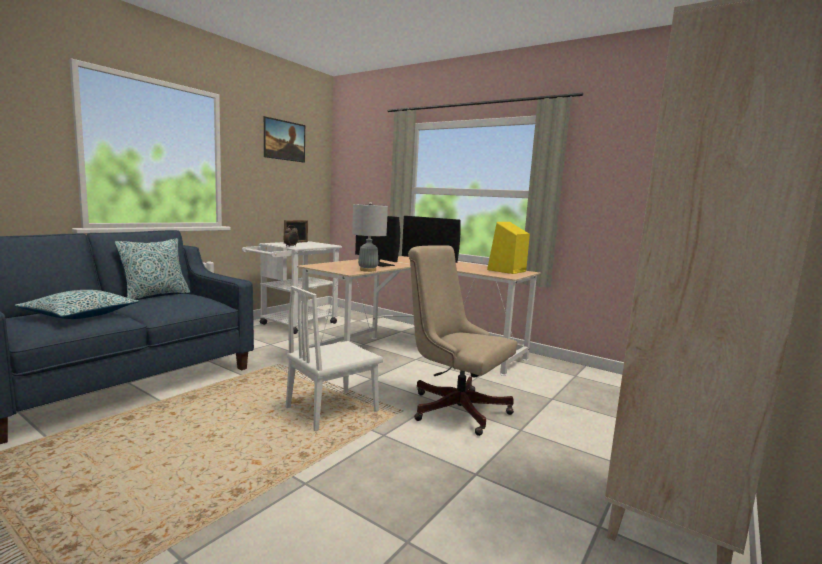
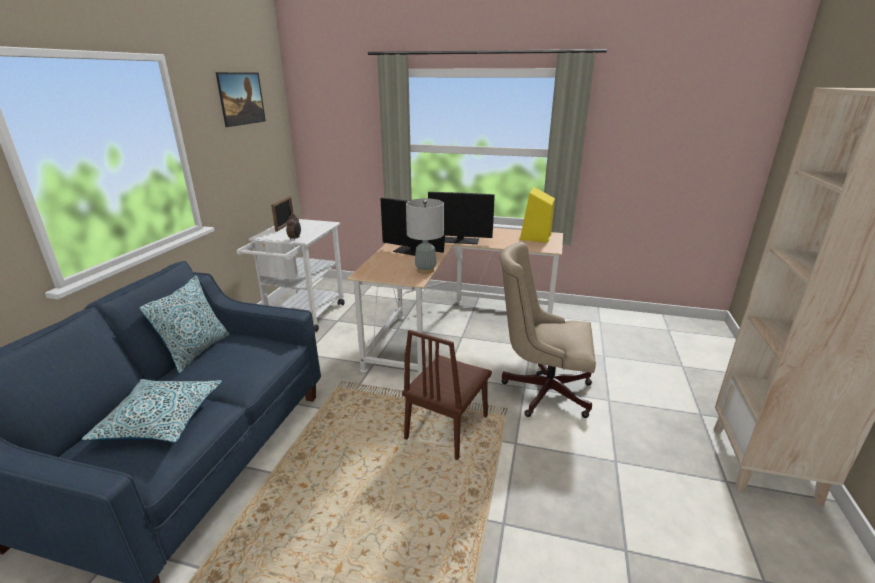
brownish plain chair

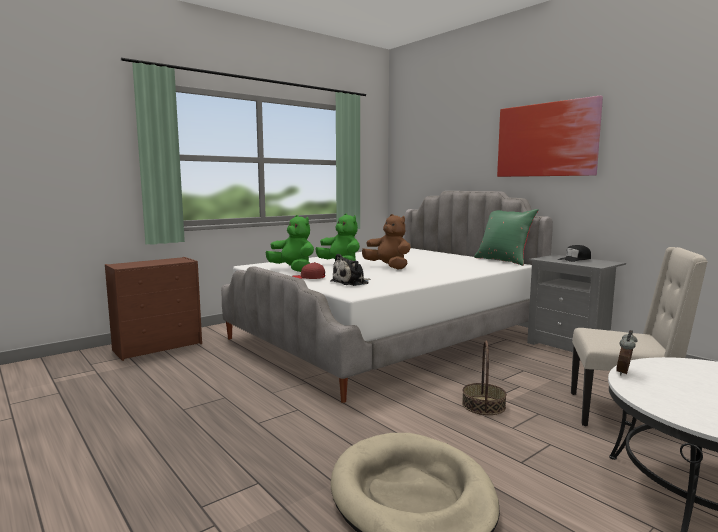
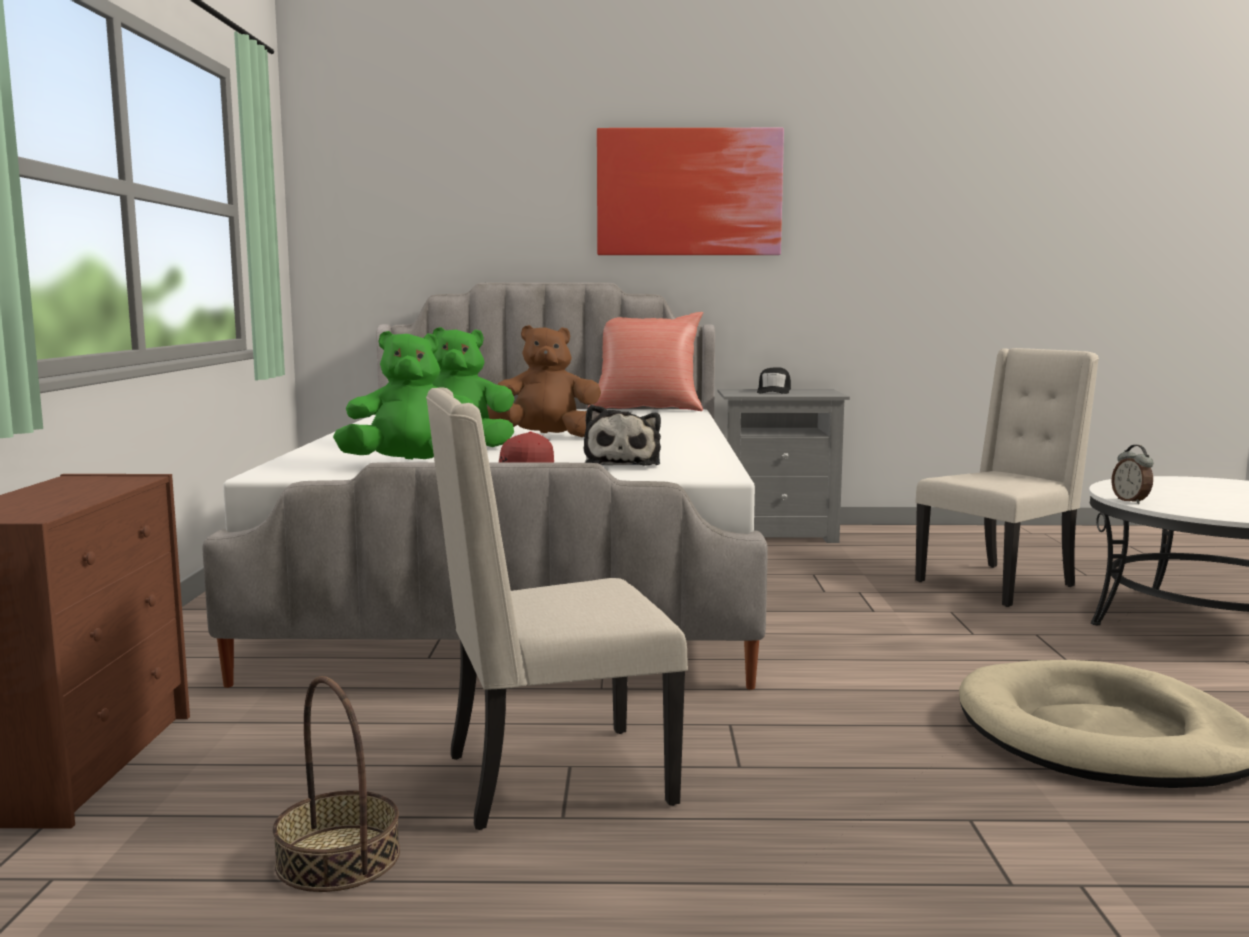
basket
beige-coloured plain chair (1st from left)
reddish cushion

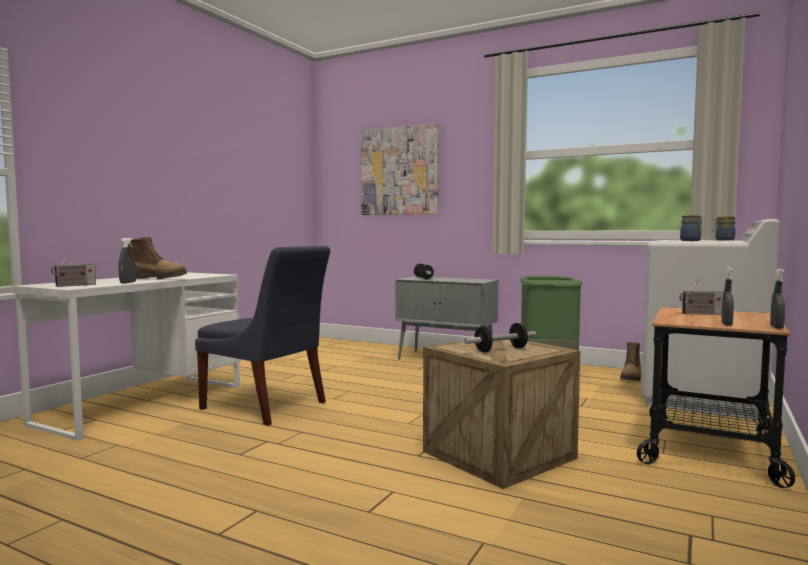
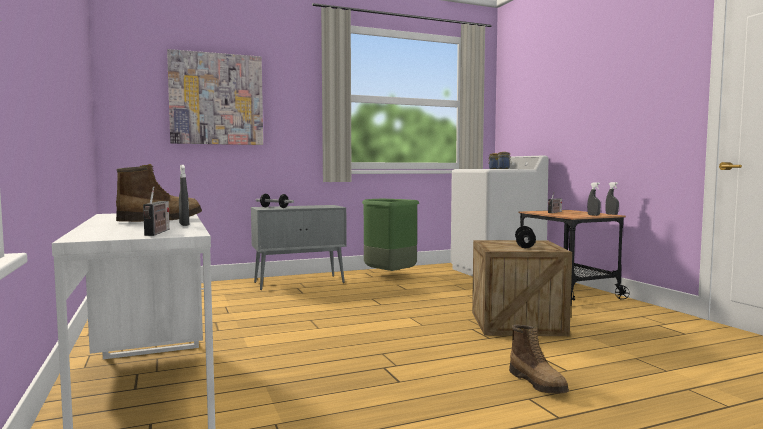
tall boot (2nd from left)
bluish plain chair

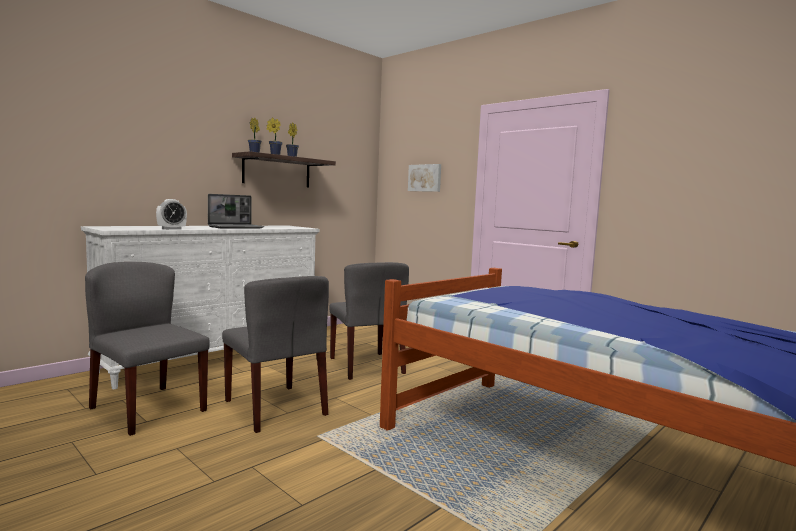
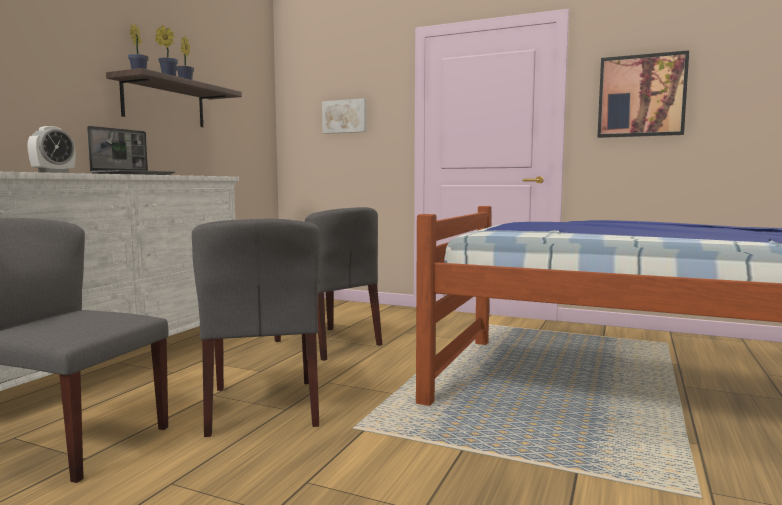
grey plain chair (2nd from left)
wall art (2nd from left)

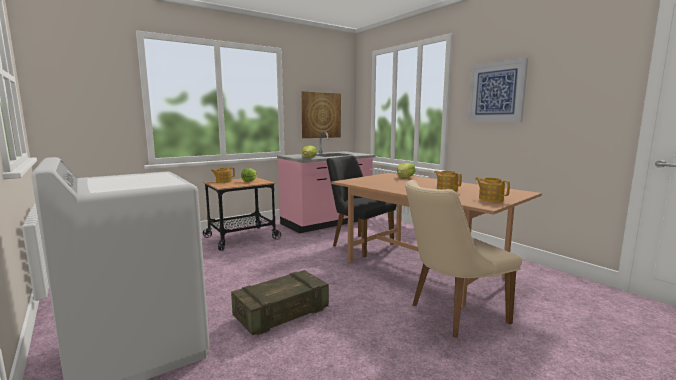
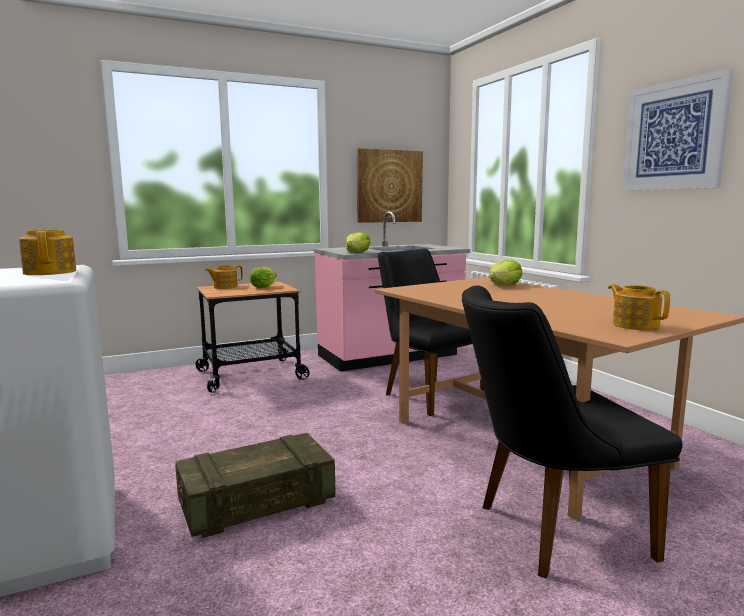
teapot (1st from left)
black-coloured plain chair (2nd from left)

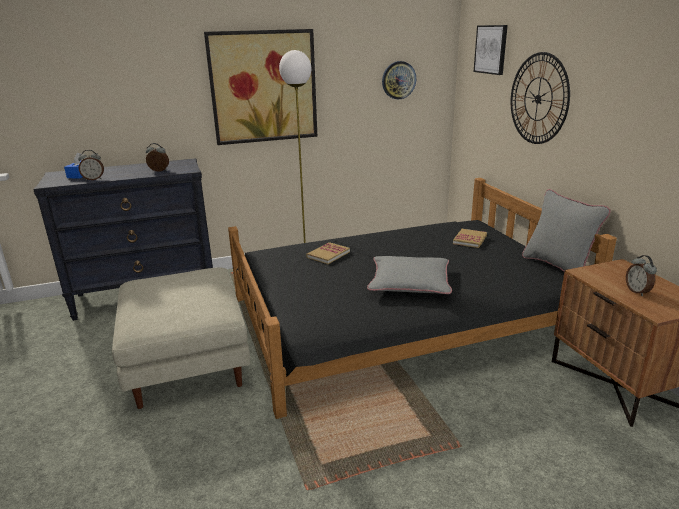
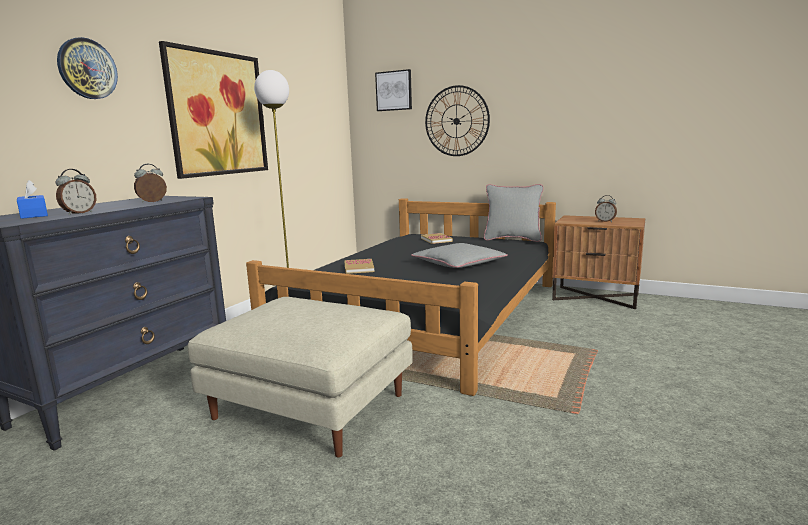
hanging clock (1st from left)

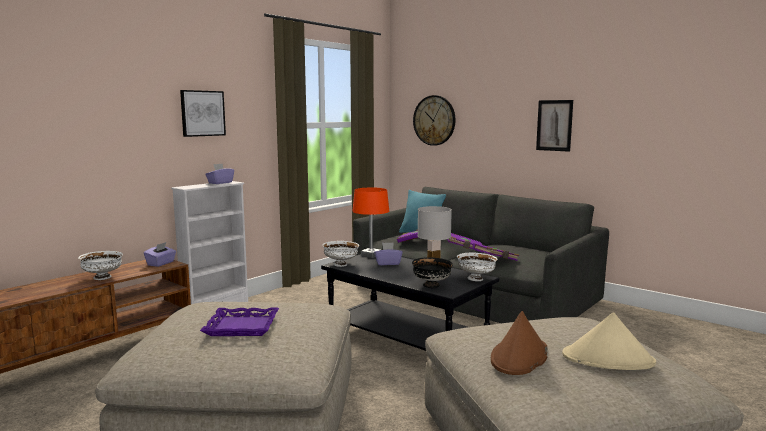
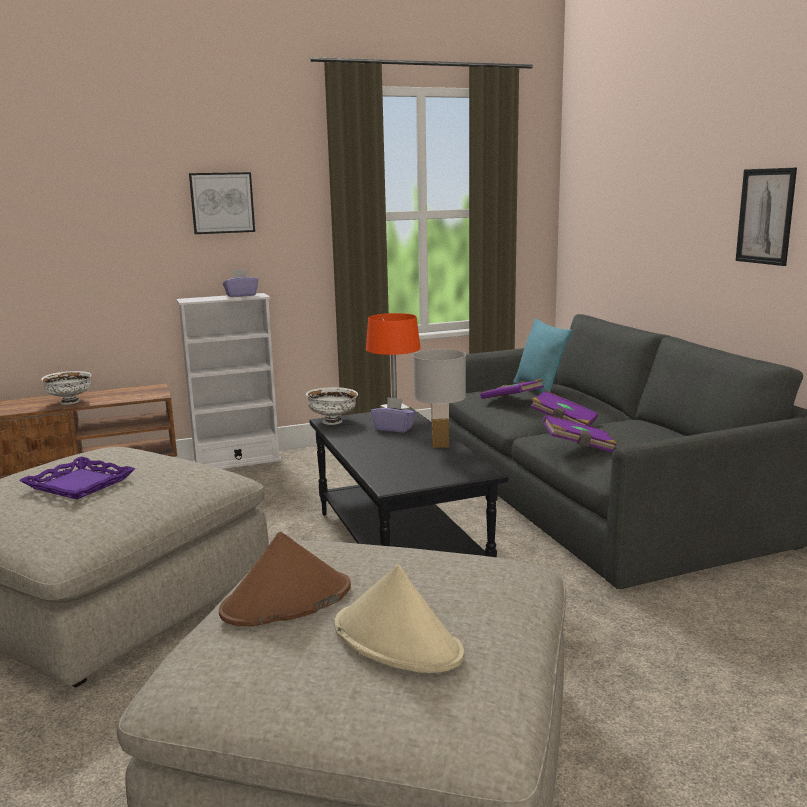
purple tissue holder (1st from left in the first image)
black-coloured serving bowl
hanging clock
white-coloured serving bowl (3rd from left in the first image)

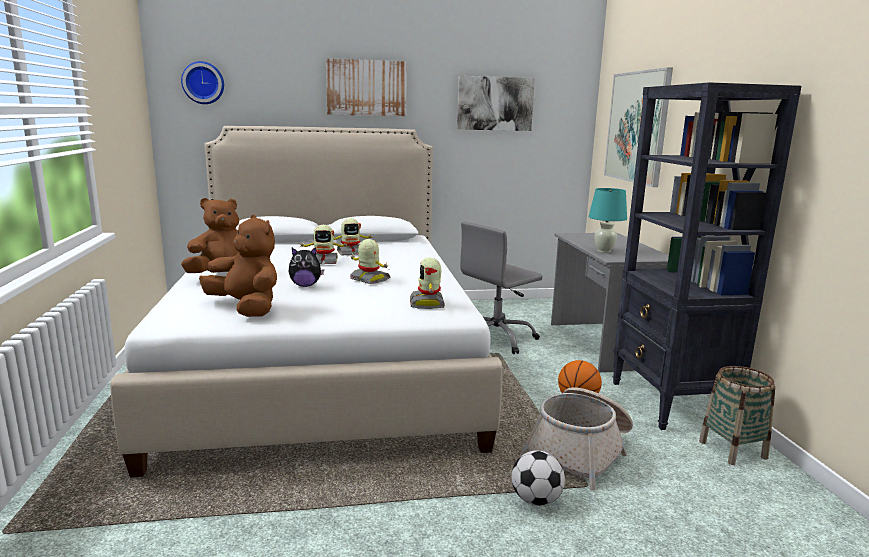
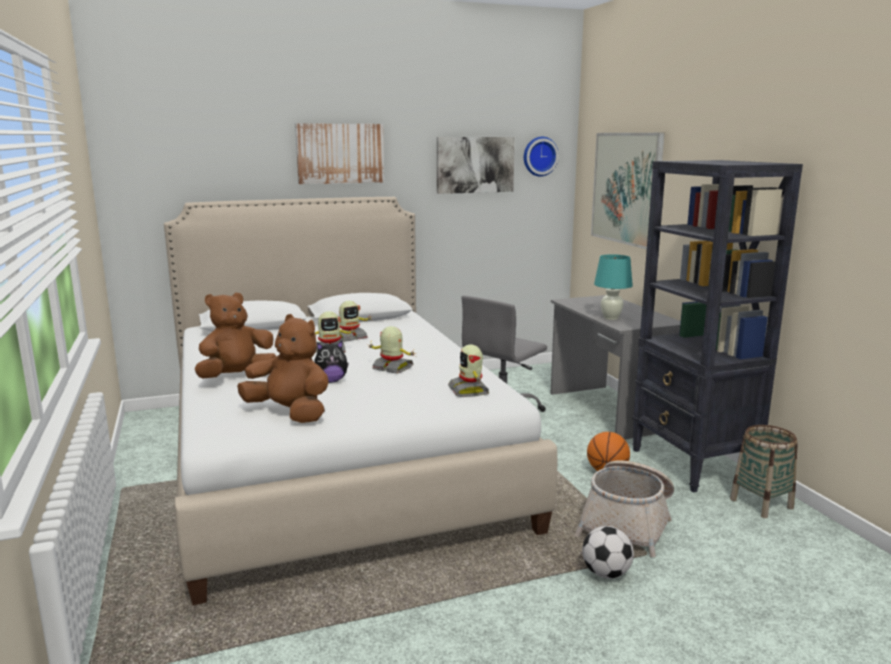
hanging clock

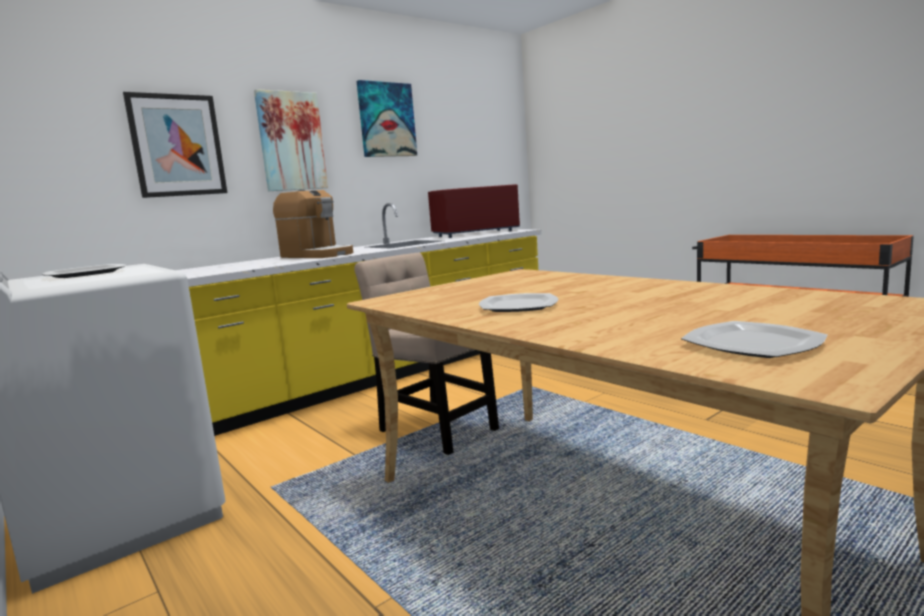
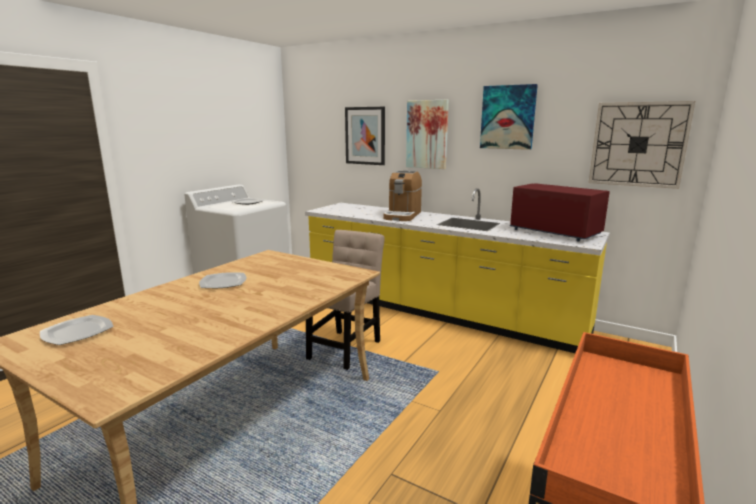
hanging clock

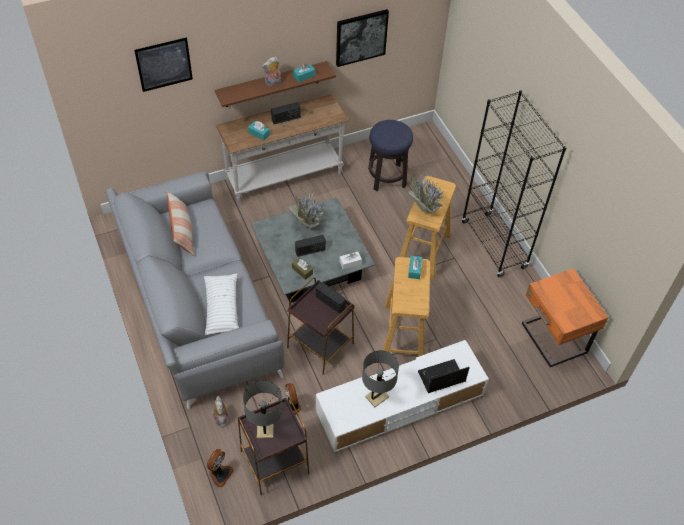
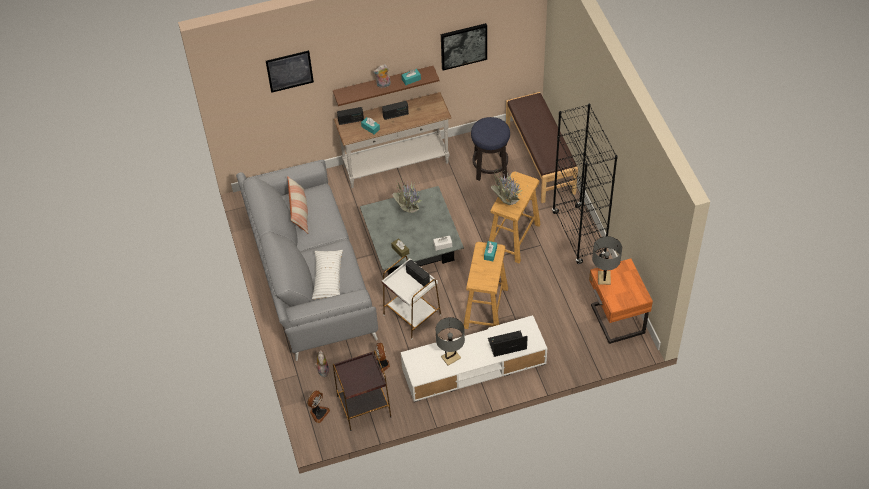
radio (1st from left)
white-coloured side table
brownish bench
grey lamp for a table (2nd from left)

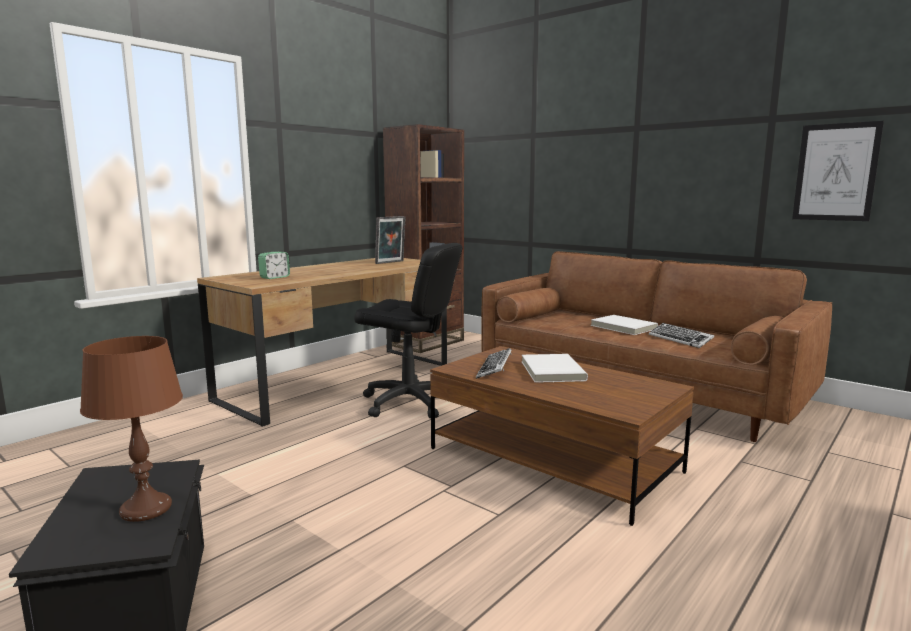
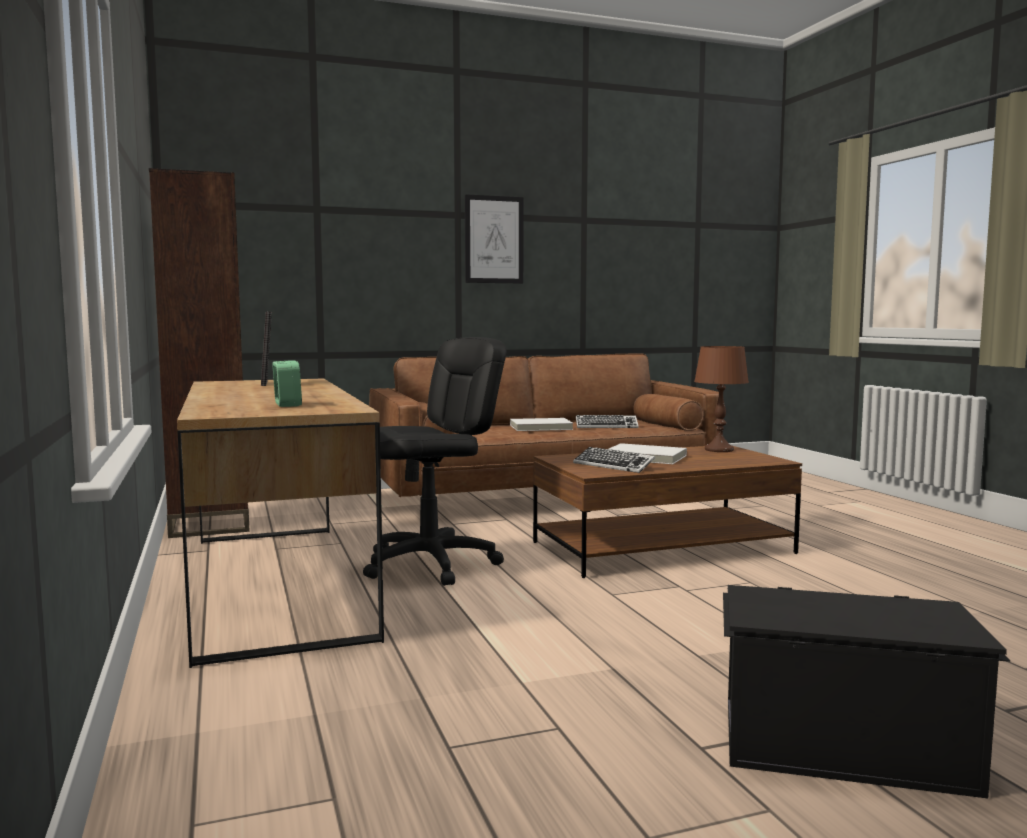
wall art
brownish lamp for a table

